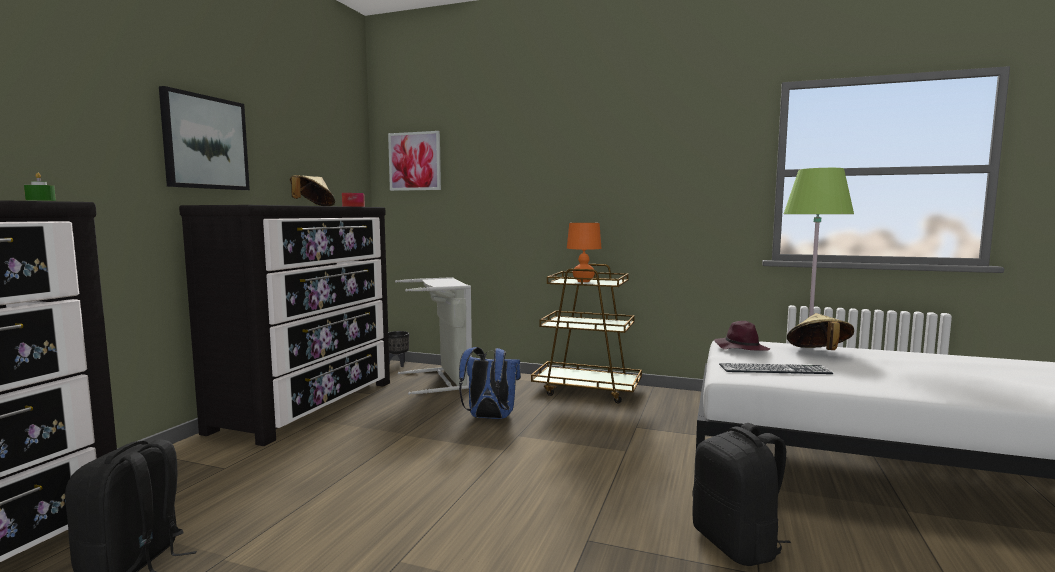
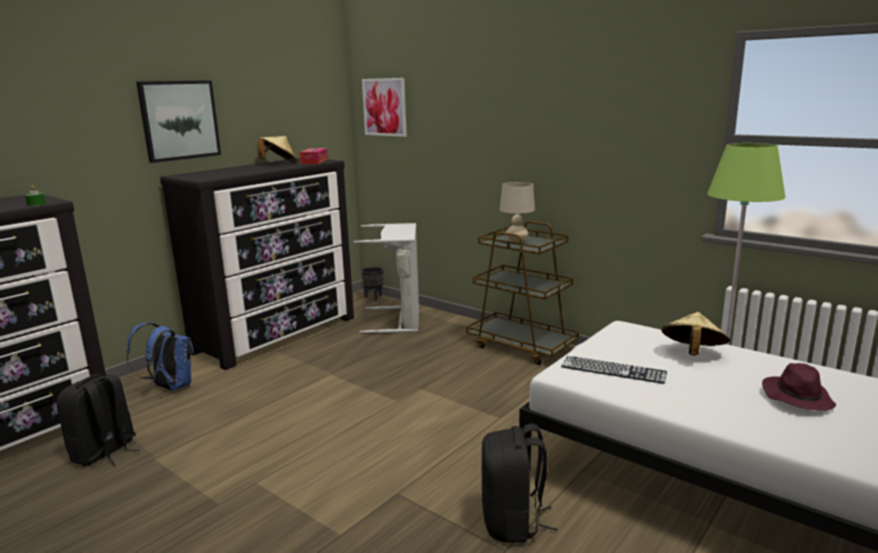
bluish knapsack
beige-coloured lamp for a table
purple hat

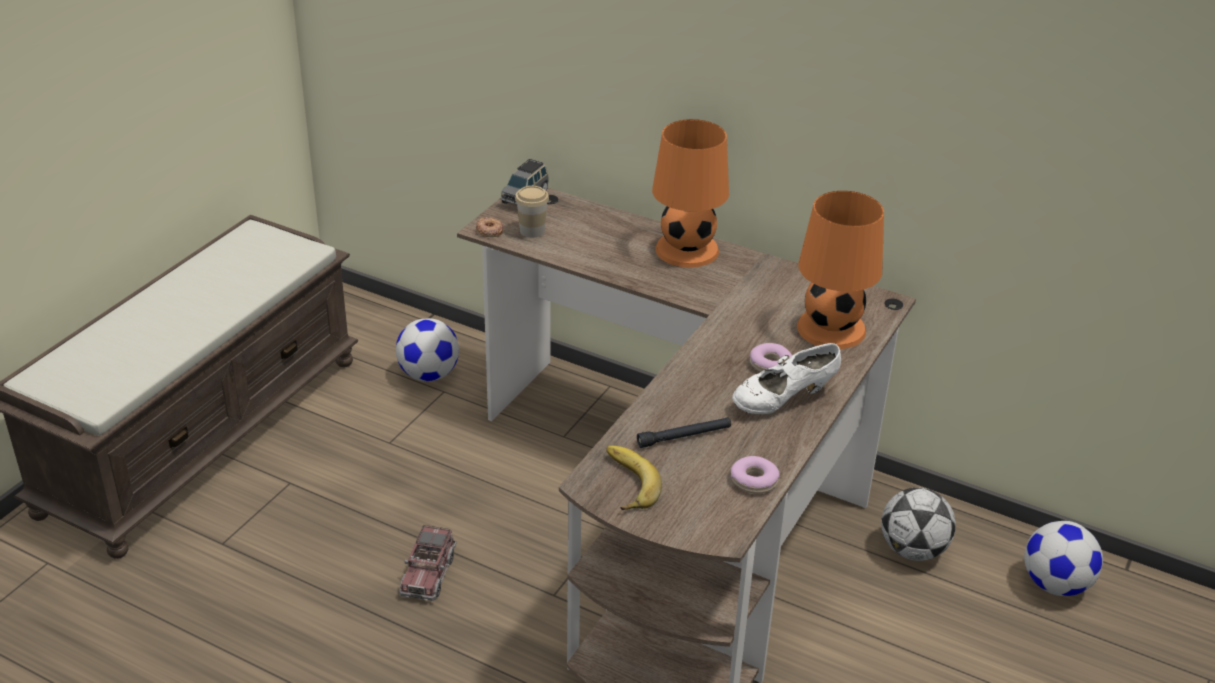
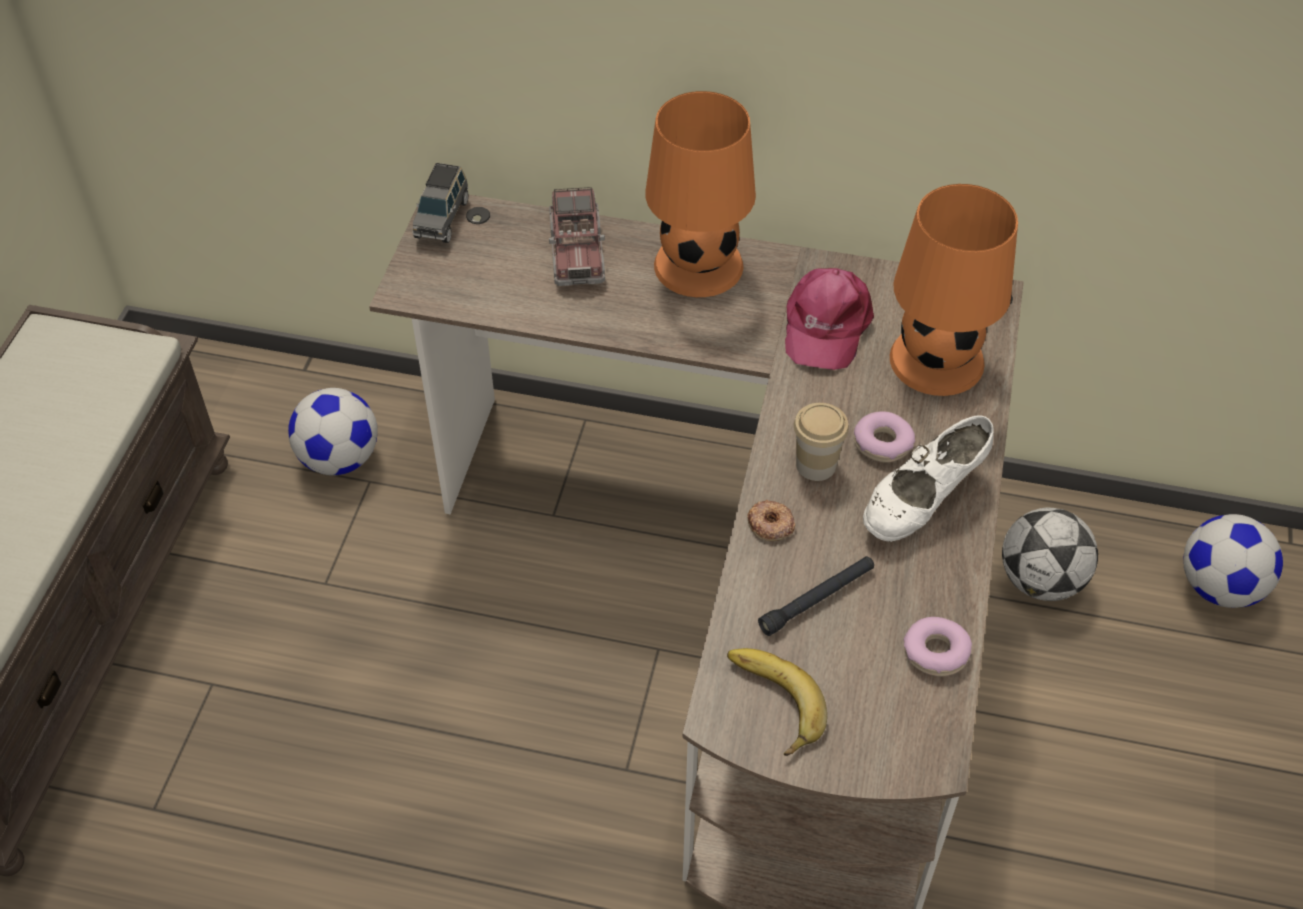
model truck
ring doughnut (1st from left)
pinkish cap
drinking cup

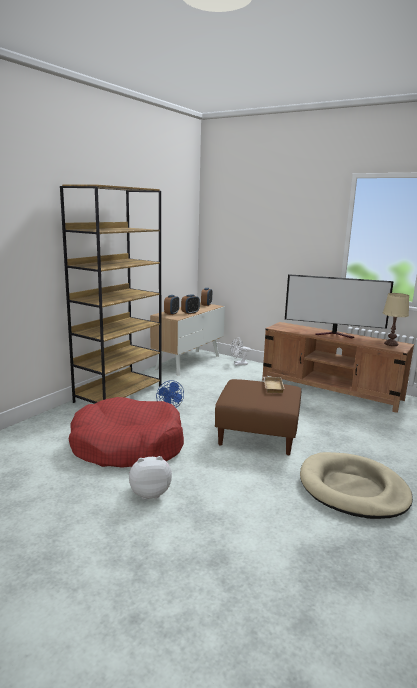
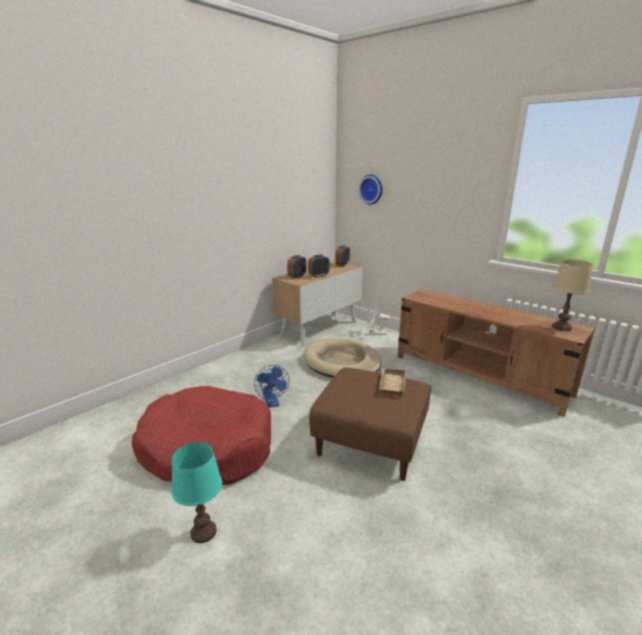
blue-green lamp for a table
beige-coloured pet bed
hanging clock
brownish bookcase
television

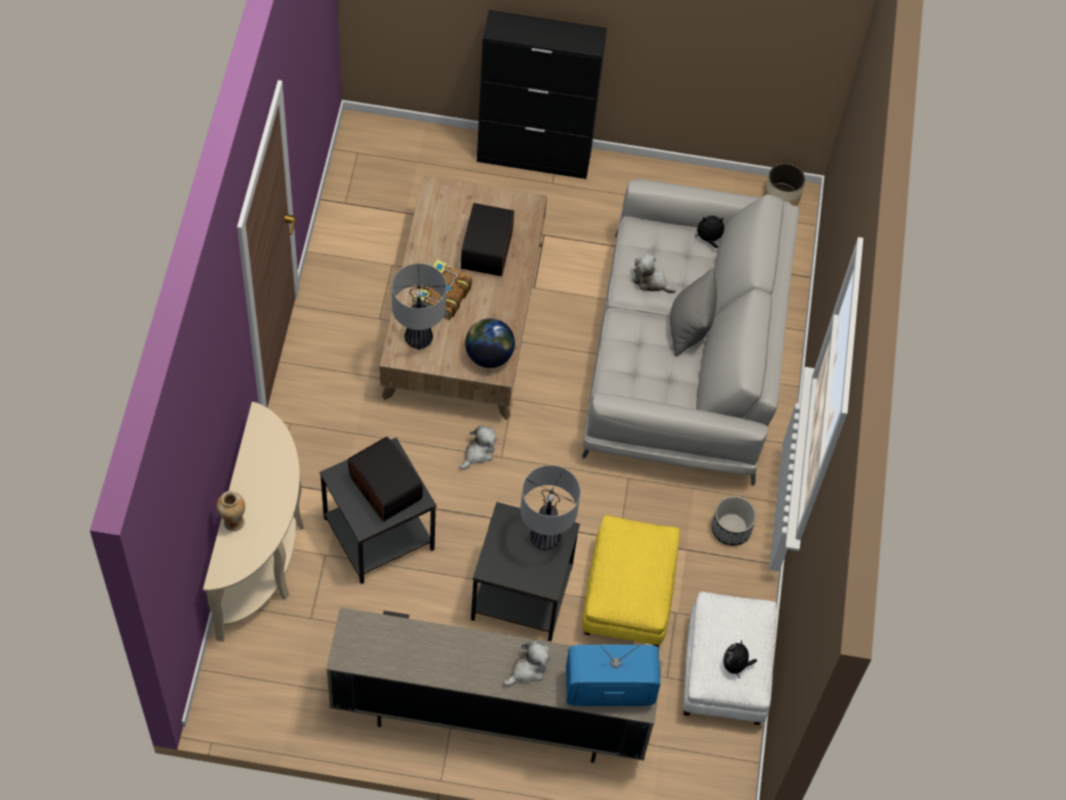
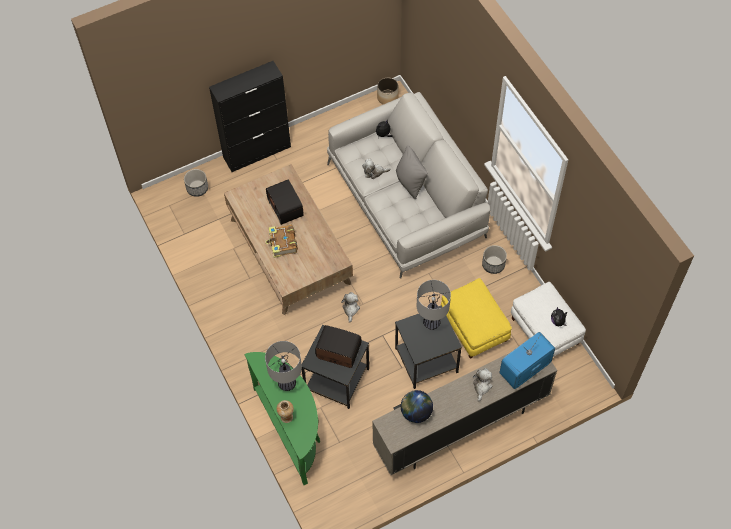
flower pot (1st from left)
green hall table
lamp for a table (1st from left)
desk globe

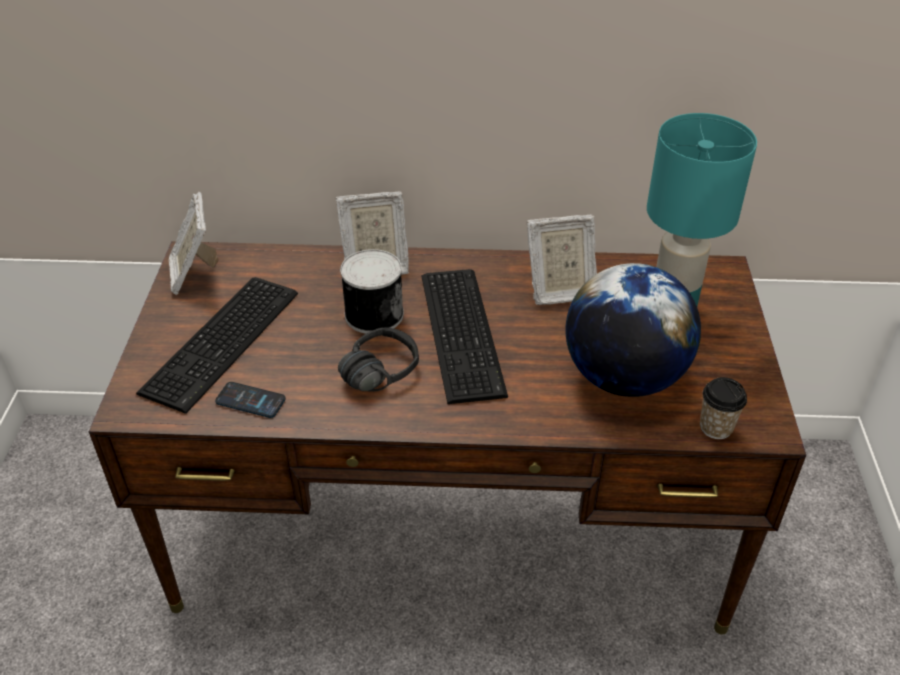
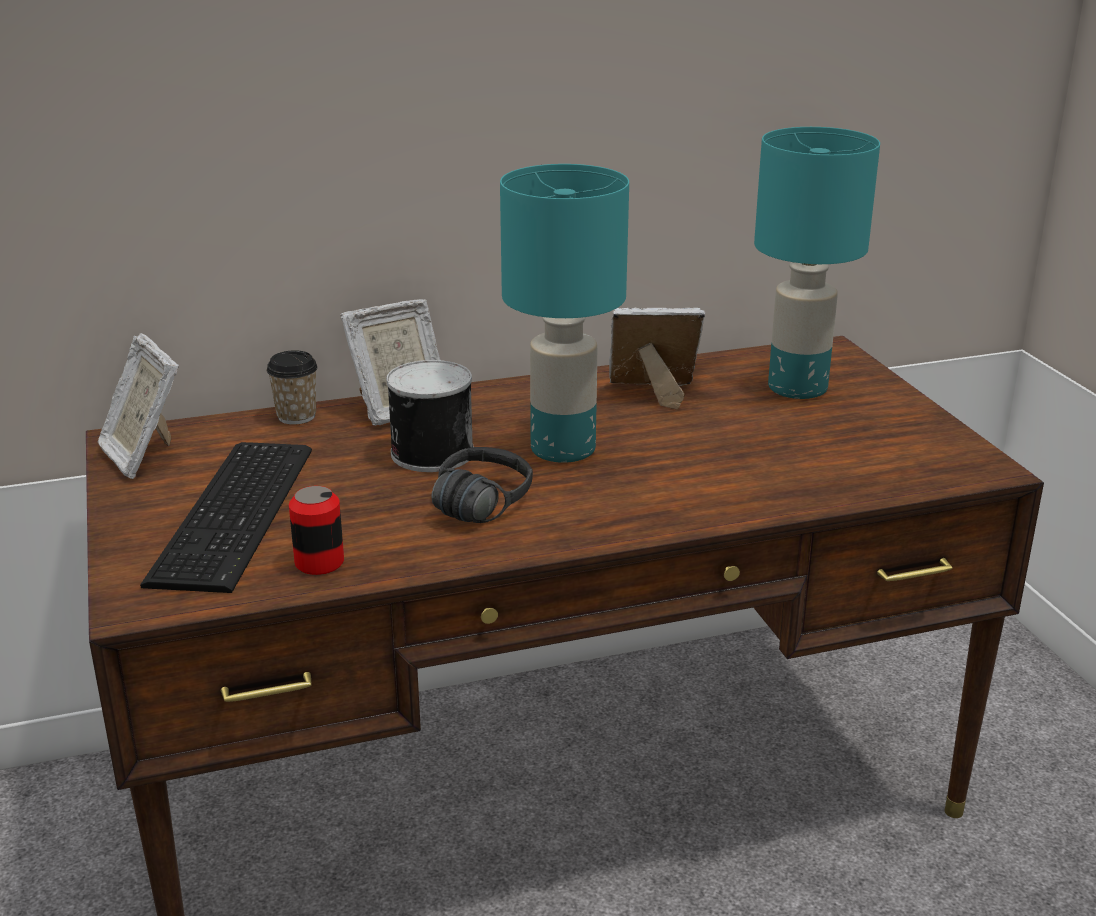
drinking cup
sealed can (1st from left)
blue-green lamp for a table (1st from left)
picture frame (3rd from left)
desk globe

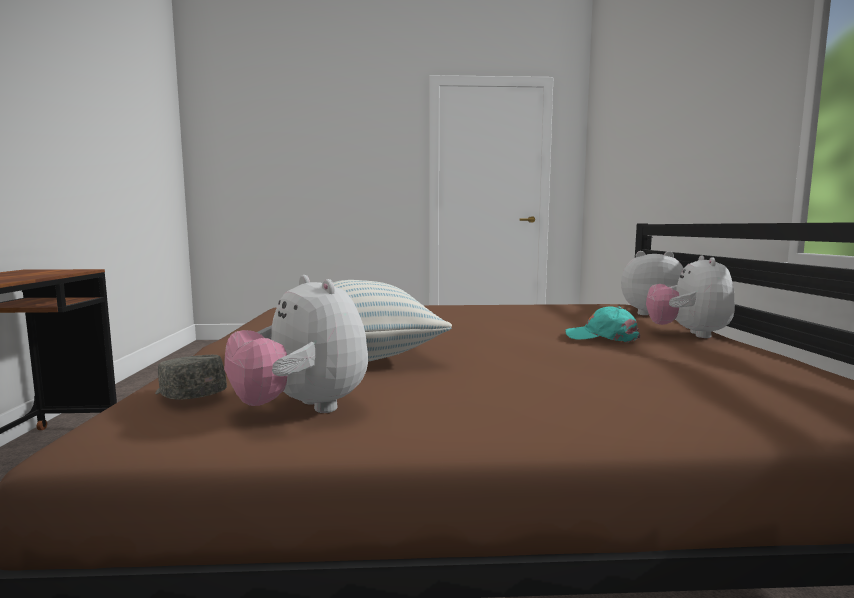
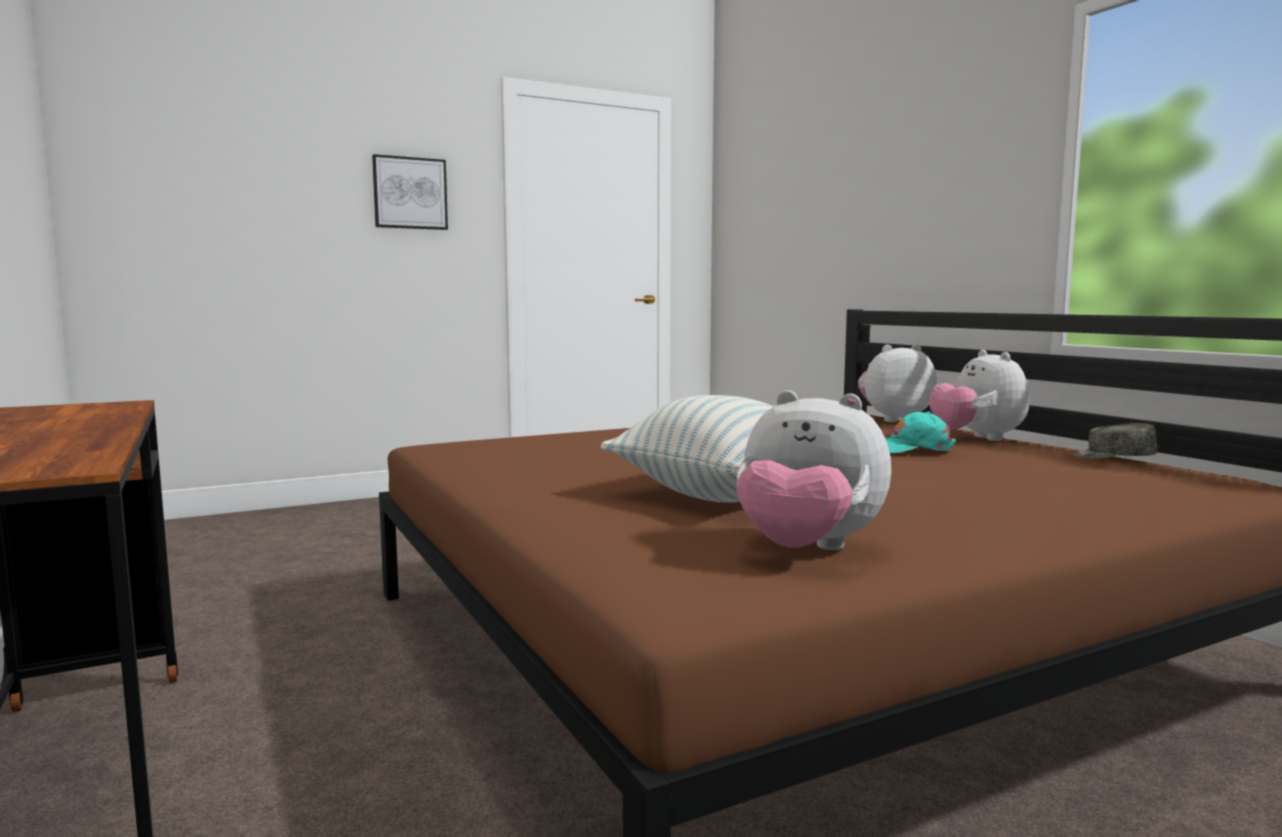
wall art
grey cap

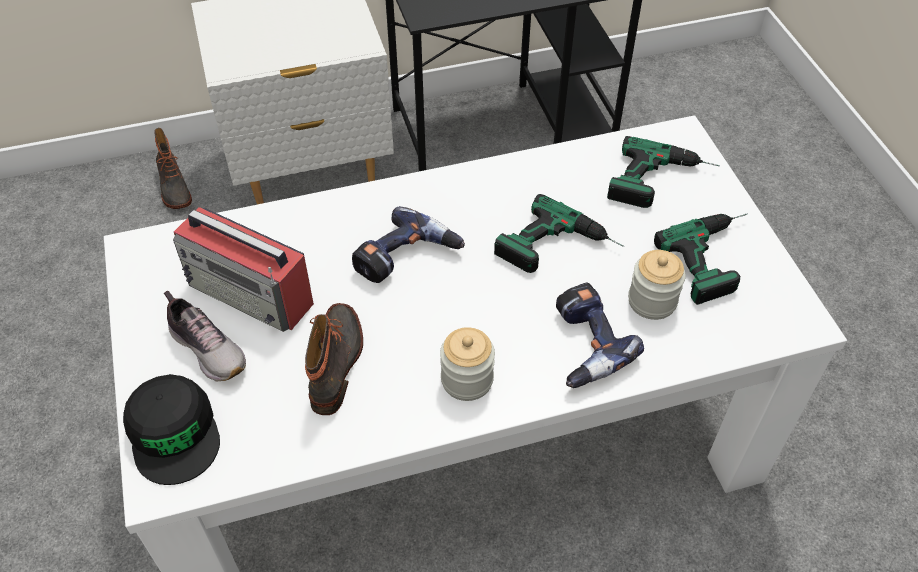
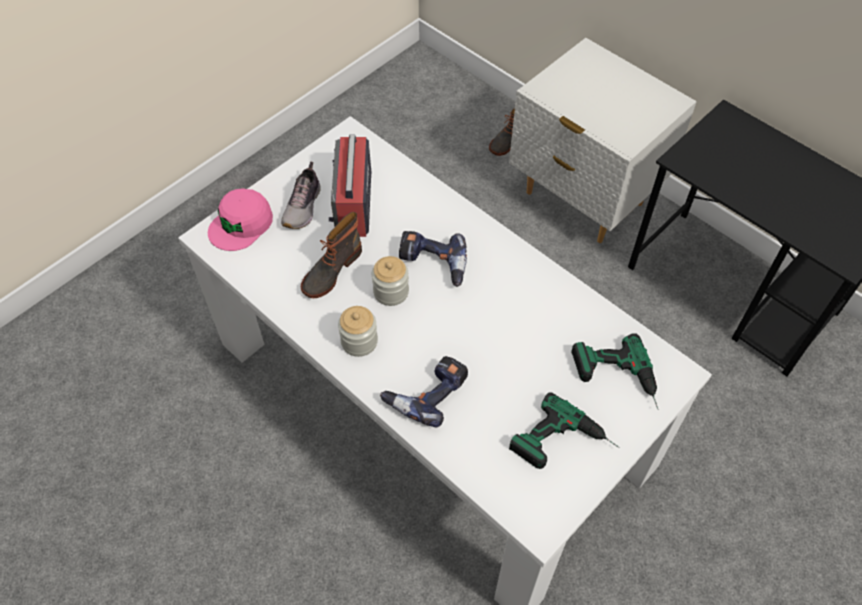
pinkish cap
tall boot (1st from left)
preserve jar (2nd from left)
power drill (2nd from left in the first image)

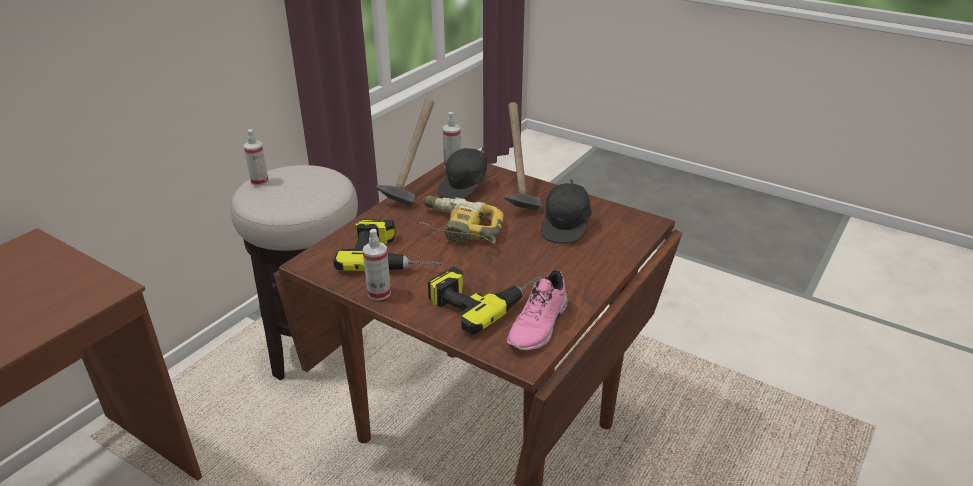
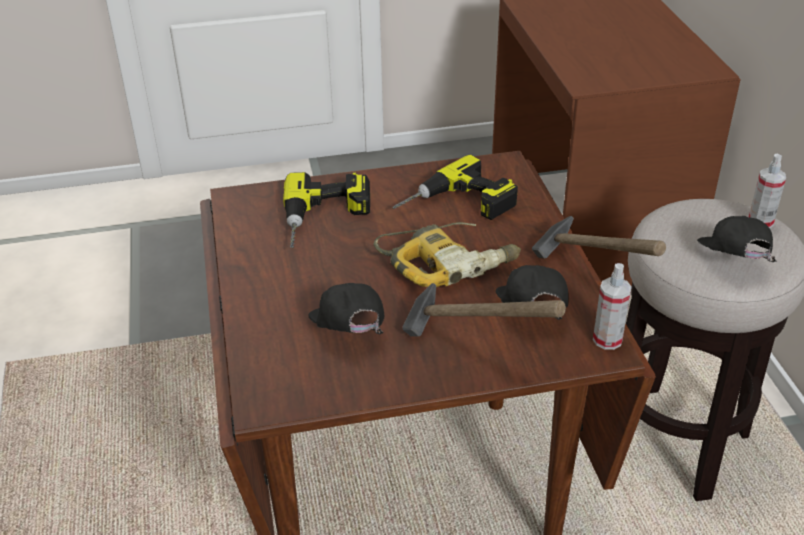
black-coloured cap (3rd from left)
sprayer (2nd from left in the first image)
pinkish item of footwear

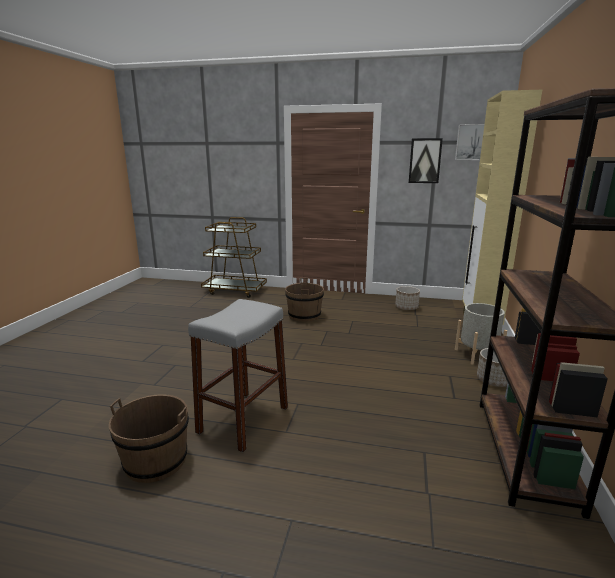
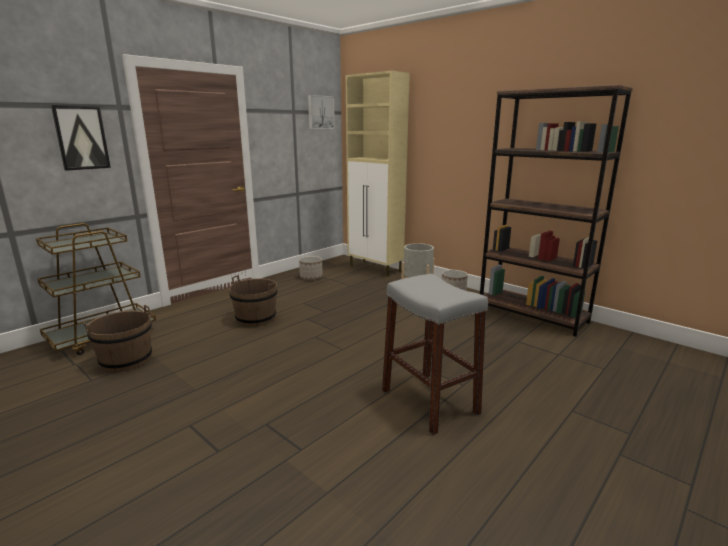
wall art (1st from left)
brownish pail (1st from left)

